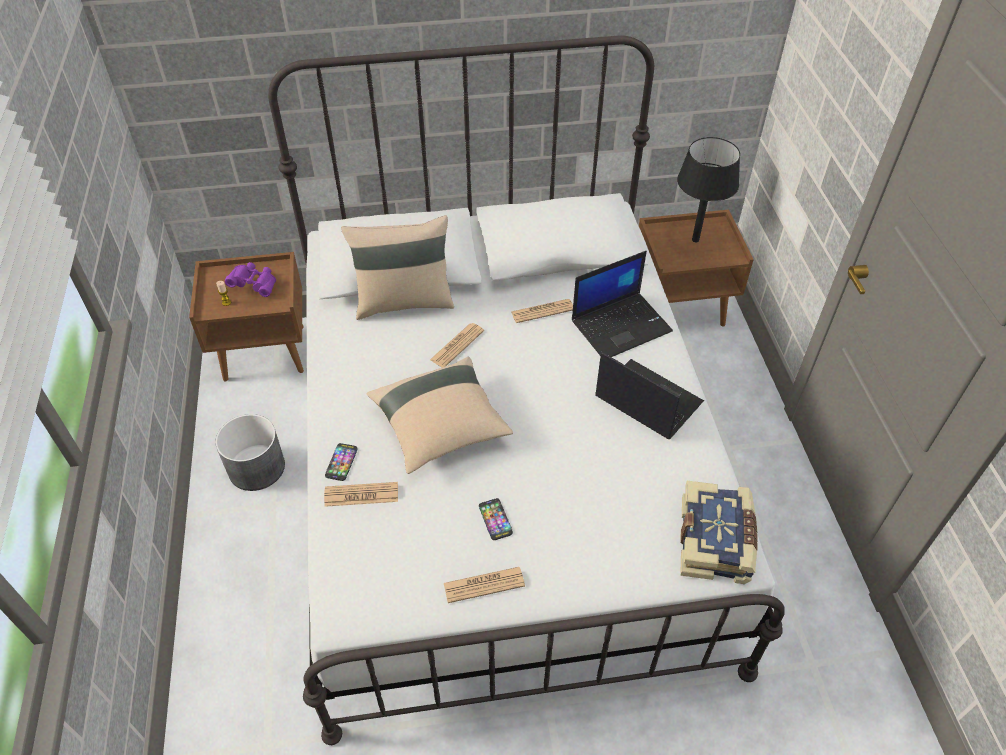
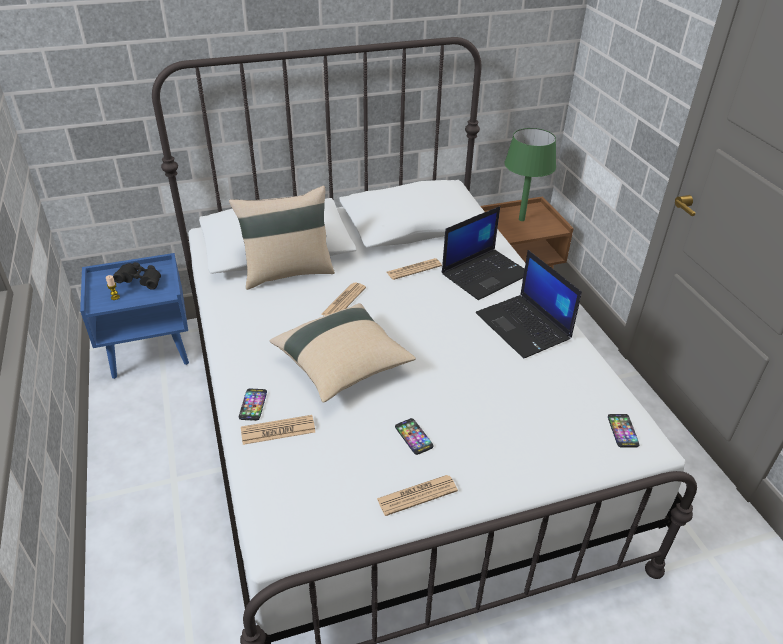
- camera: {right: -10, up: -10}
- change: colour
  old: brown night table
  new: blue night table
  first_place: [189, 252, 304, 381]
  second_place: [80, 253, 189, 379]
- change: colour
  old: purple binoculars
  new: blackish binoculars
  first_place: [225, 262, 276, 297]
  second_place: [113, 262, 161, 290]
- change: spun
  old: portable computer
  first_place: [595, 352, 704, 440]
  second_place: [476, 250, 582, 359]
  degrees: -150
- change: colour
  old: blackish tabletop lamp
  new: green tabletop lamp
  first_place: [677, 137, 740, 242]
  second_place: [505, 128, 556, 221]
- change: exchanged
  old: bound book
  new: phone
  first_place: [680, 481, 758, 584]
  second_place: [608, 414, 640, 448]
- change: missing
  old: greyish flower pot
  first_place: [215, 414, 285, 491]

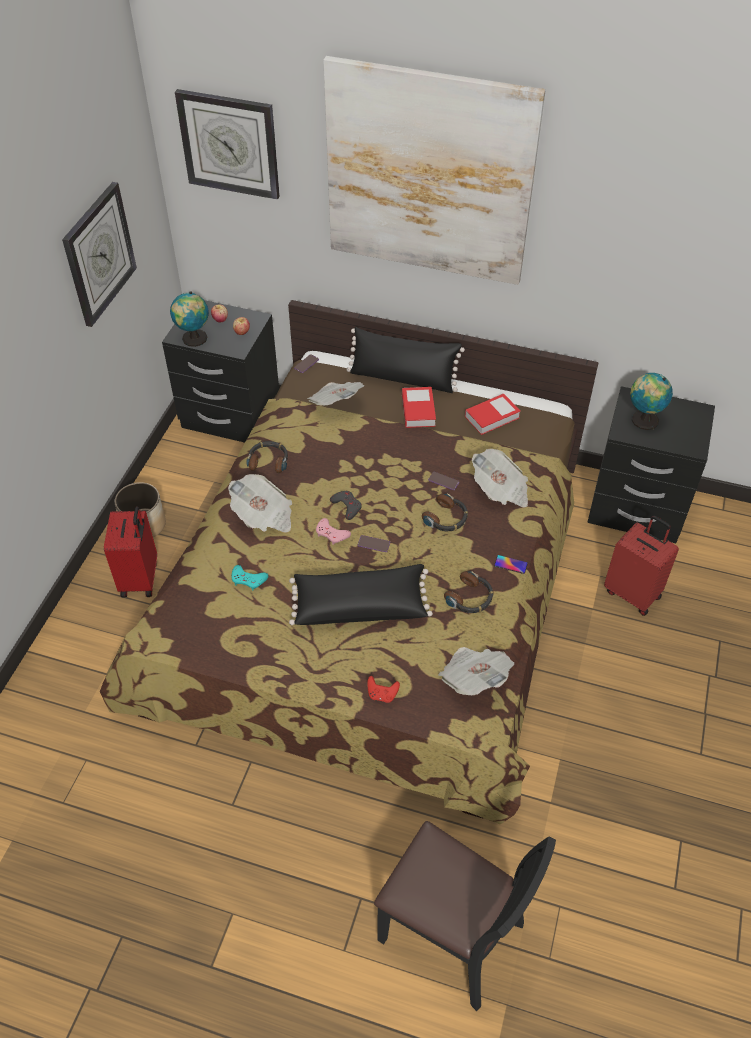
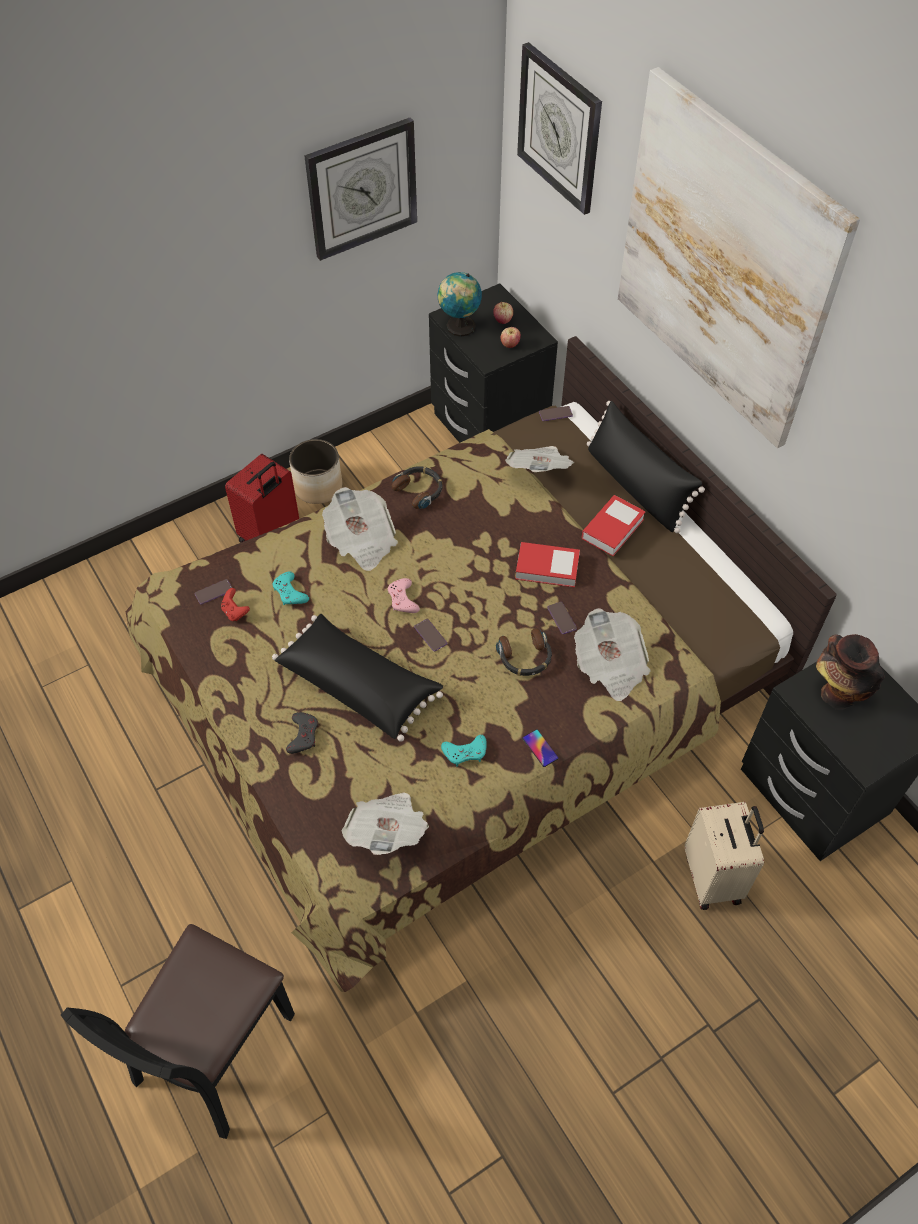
- camera: {right: 40, up: 5}
- change: spun
  old: blackish upright chair
  first_place: [374, 821, 556, 1011]
  second_place: [61, 924, 295, 1139]
  degrees: 45
- change: appeared
  new: phone
  second_place: [195, 579, 232, 604]
- change: relocated
  old: red-coloured joypad
  first_place: [367, 676, 400, 703]
  second_place: [221, 588, 250, 621]
- change: relocated
  old: greyish joypad
  first_place: [330, 491, 362, 520]
  second_place: [286, 712, 318, 754]
- change: exchanged
  old: headset
  new: turquoise-coloured joypad
  first_place: [444, 571, 493, 613]
  second_place: [441, 735, 487, 766]
- change: relocated
  old: bound book
  first_place: [465, 394, 520, 435]
  second_place: [515, 542, 580, 588]
- change: colour
  old: red-coloured suitcase
  new: beige-coloured suitcase
  first_place: [604, 516, 679, 616]
  second_place: [685, 802, 764, 910]
- change: exchanged
  old: world globe
  new: vase
  first_place: [630, 373, 673, 430]
  second_place: [816, 634, 884, 710]

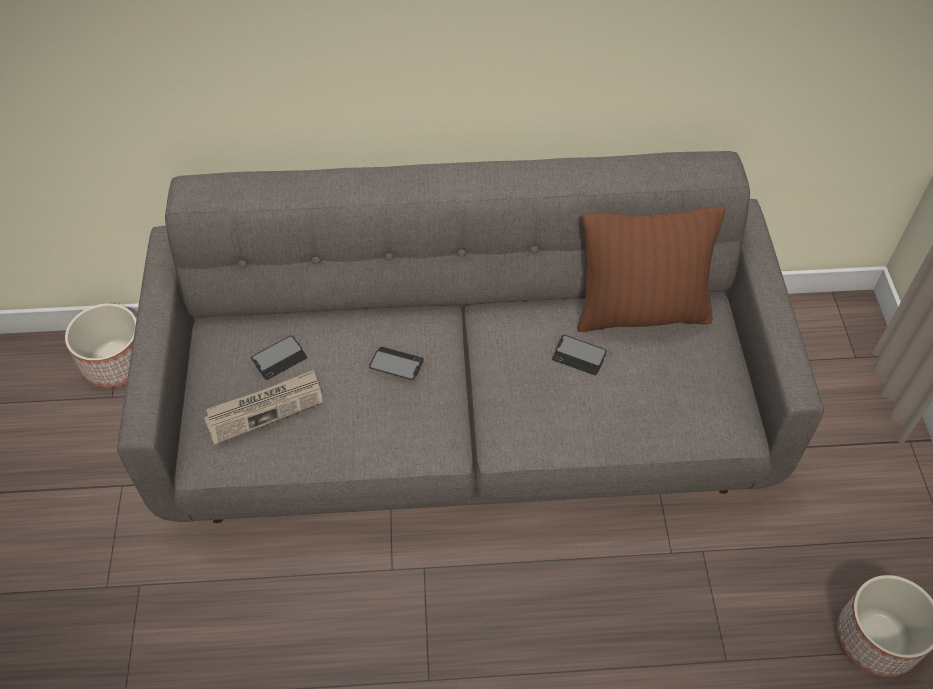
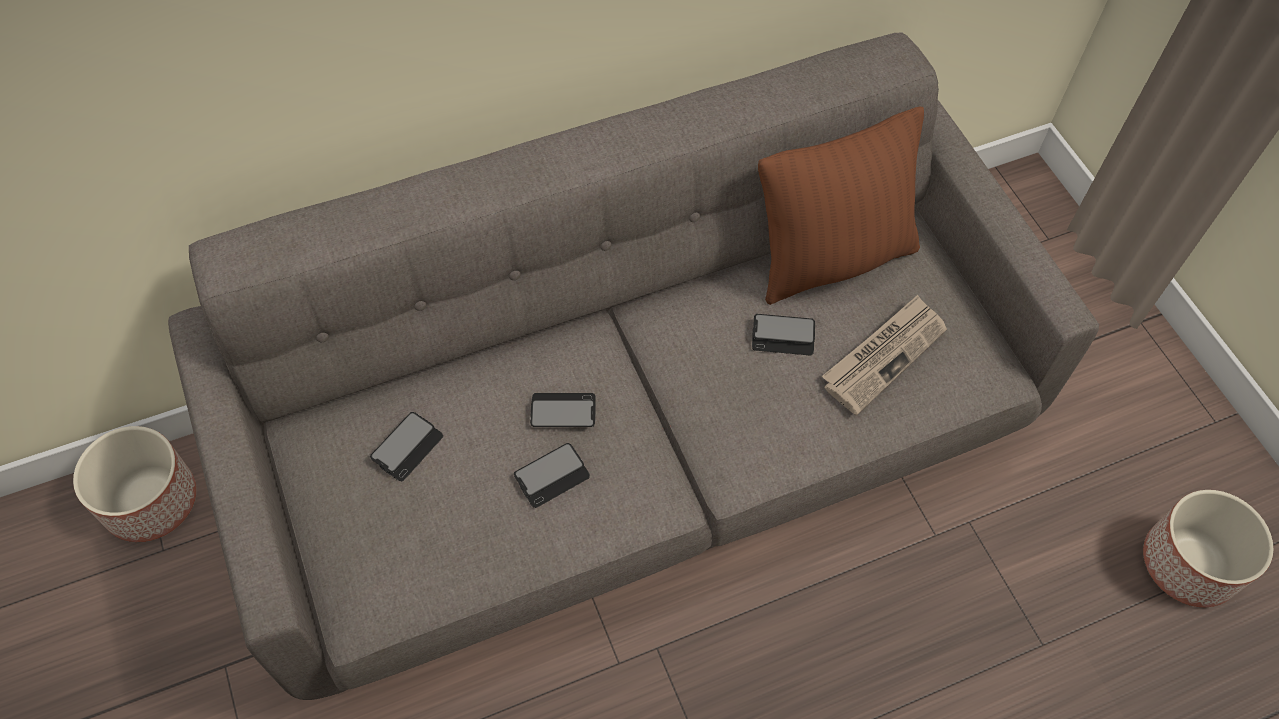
- camera: {right: -20, up: 5}
- change: appeared
  new: phone
  second_place: [514, 443, 590, 508]
- change: relocated
  old: daily paper
  first_place: [204, 370, 323, 445]
  second_place: [822, 295, 947, 415]

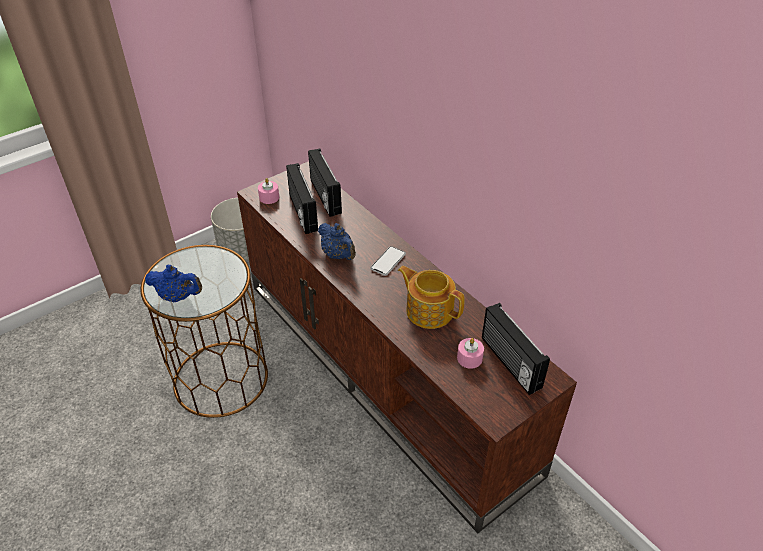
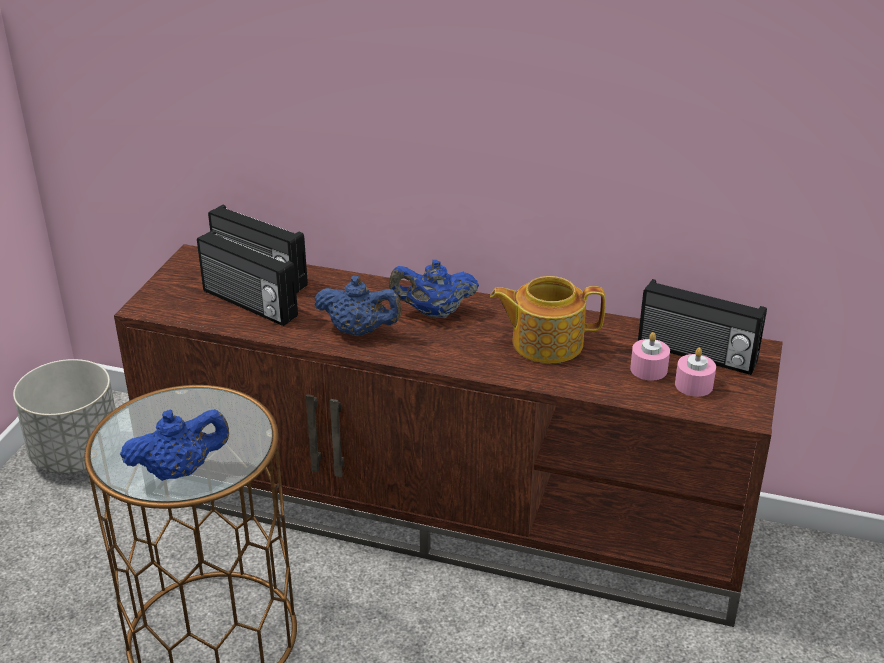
- camera: {right: -35, up: -10}
- change: exchanged
  old: phone
  new: blue pot for tea
  first_place: [370, 246, 406, 276]
  second_place: [389, 260, 479, 318]
- change: relocated
  old: pink candle
  first_place: [258, 178, 279, 204]
  second_place: [675, 348, 716, 397]

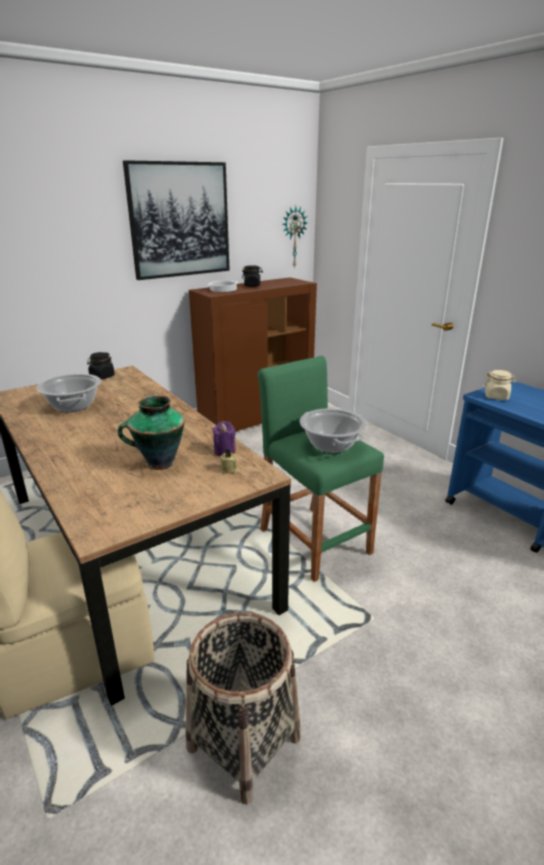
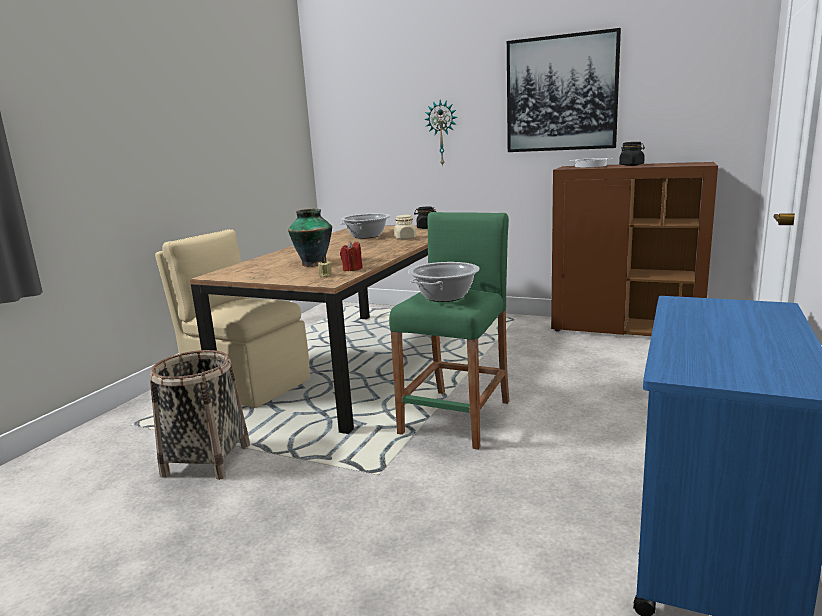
- camera: {right: 60, up: -10}
- change: colour
  old: purple candle
  new: red-coloured candle
  first_place: [212, 421, 236, 456]
  second_place: [340, 241, 363, 271]
- change: relocated
  old: beige-coloured jar
  first_place: [483, 370, 516, 400]
  second_place: [394, 215, 416, 239]
- change: relocated
  old: clock on the wall
  first_place: [282, 206, 308, 268]
  second_place: [424, 100, 457, 167]

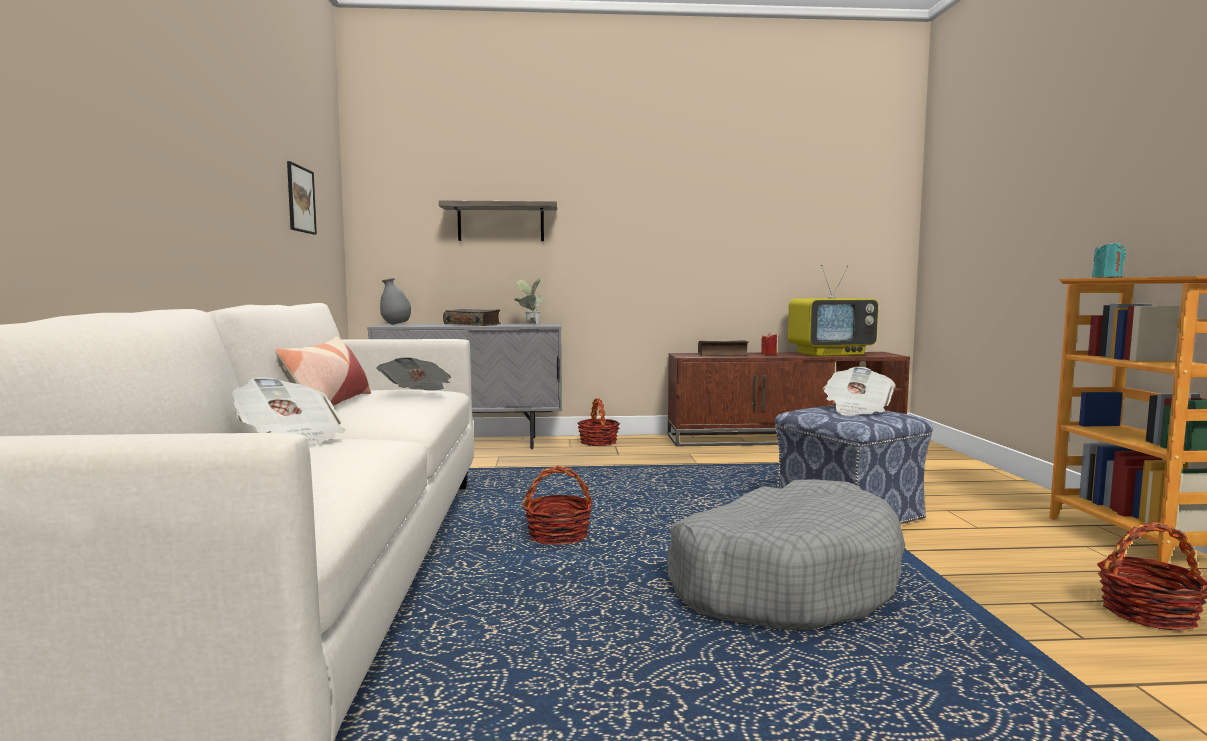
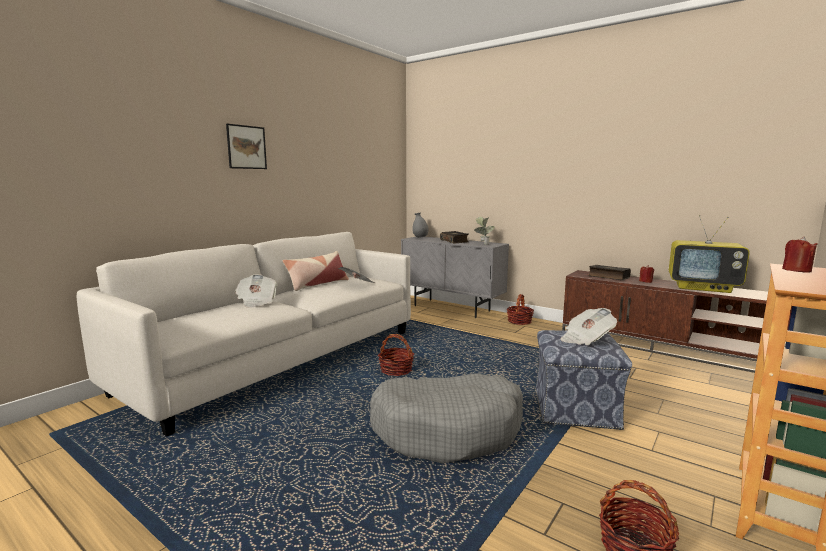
- camera: {right: 40, up: 5}
- change: relocated
  old: wall picture
  first_place: [287, 161, 317, 235]
  second_place: [226, 124, 267, 169]
- change: colour
  old: turquoise-coloured candle
  new: red-coloured candle
  first_place: [1092, 241, 1126, 278]
  second_place: [782, 237, 818, 273]
- change: missing
  old: wall shelf
  first_place: [439, 200, 557, 241]

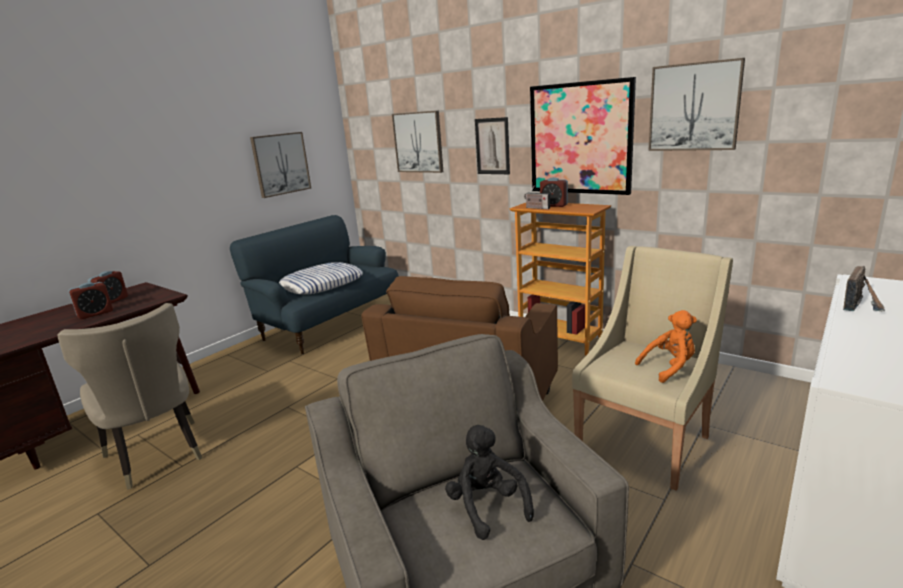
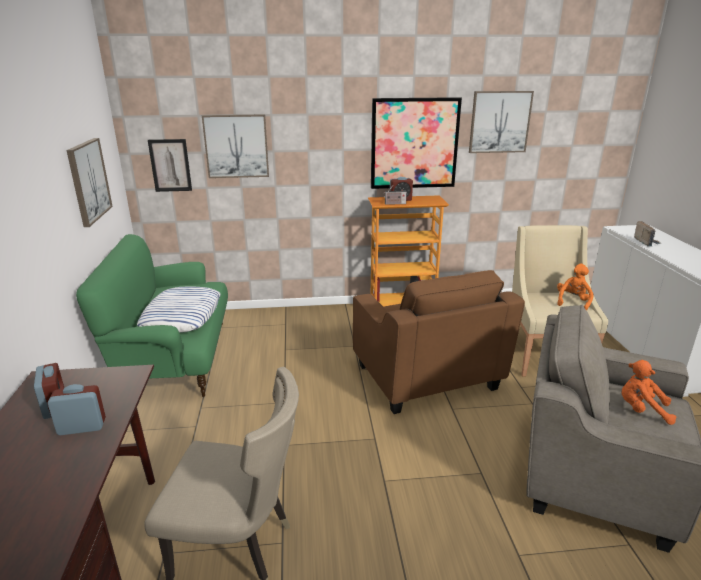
- camera: {right: -45, up: 5}
- change: spun
  old: table clock
  first_place: [68, 282, 113, 319]
  second_place: [48, 384, 106, 435]
  degrees: -105
- change: colour
  old: blue settee
  new: green settee
  first_place: [230, 215, 399, 355]
  second_place: [76, 234, 228, 397]
- change: relocated
  old: wall picture
  first_place: [475, 117, 510, 174]
  second_place: [148, 139, 192, 192]
- change: colour
  old: blackish soft toy
  new: orangey soft toy
  first_place: [445, 425, 534, 540]
  second_place: [622, 360, 676, 425]

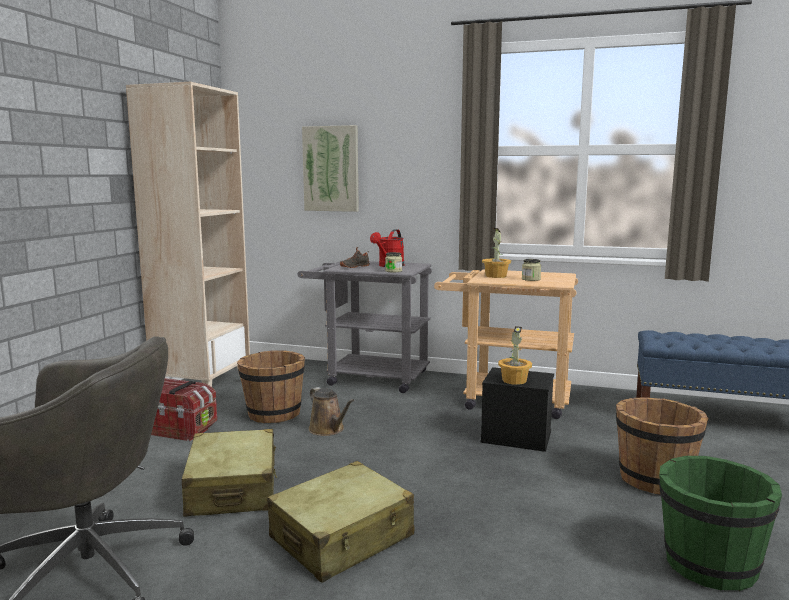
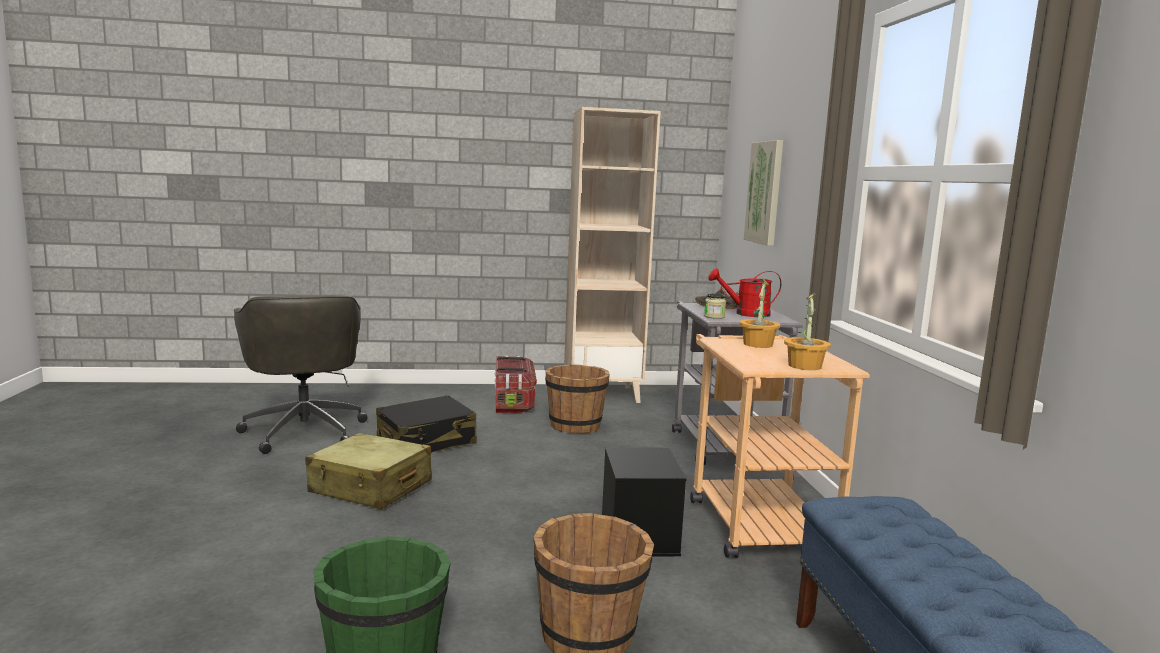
- camera: {right: 65, up: 0}
- change: colour
  old: beige-coloured suitcase
  new: blackish suitcase
  first_place: [182, 429, 277, 516]
  second_place: [376, 395, 477, 453]
- change: relocated
  old: houseplant
  first_place: [498, 326, 532, 385]
  second_place: [784, 293, 831, 370]
- change: missing
  old: brown watering can
  first_place: [309, 387, 354, 436]
- change: missing
  old: jar
  first_place: [522, 259, 541, 281]

